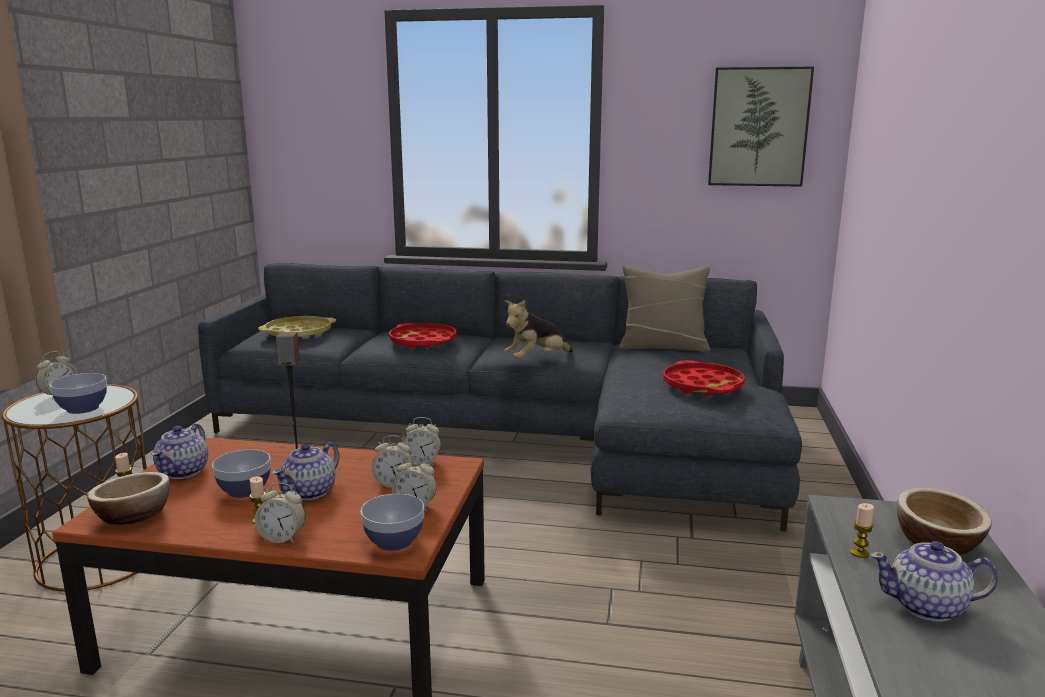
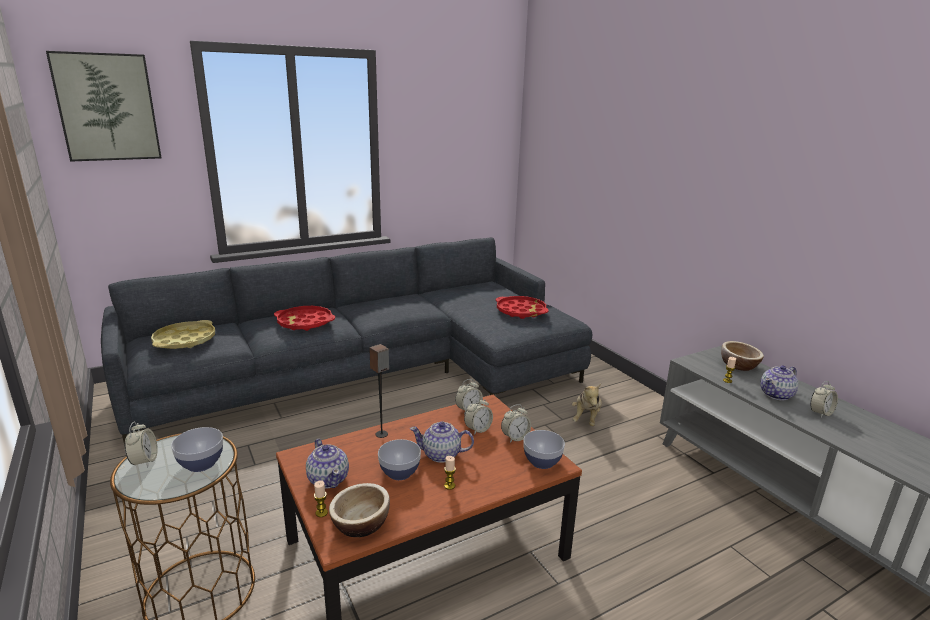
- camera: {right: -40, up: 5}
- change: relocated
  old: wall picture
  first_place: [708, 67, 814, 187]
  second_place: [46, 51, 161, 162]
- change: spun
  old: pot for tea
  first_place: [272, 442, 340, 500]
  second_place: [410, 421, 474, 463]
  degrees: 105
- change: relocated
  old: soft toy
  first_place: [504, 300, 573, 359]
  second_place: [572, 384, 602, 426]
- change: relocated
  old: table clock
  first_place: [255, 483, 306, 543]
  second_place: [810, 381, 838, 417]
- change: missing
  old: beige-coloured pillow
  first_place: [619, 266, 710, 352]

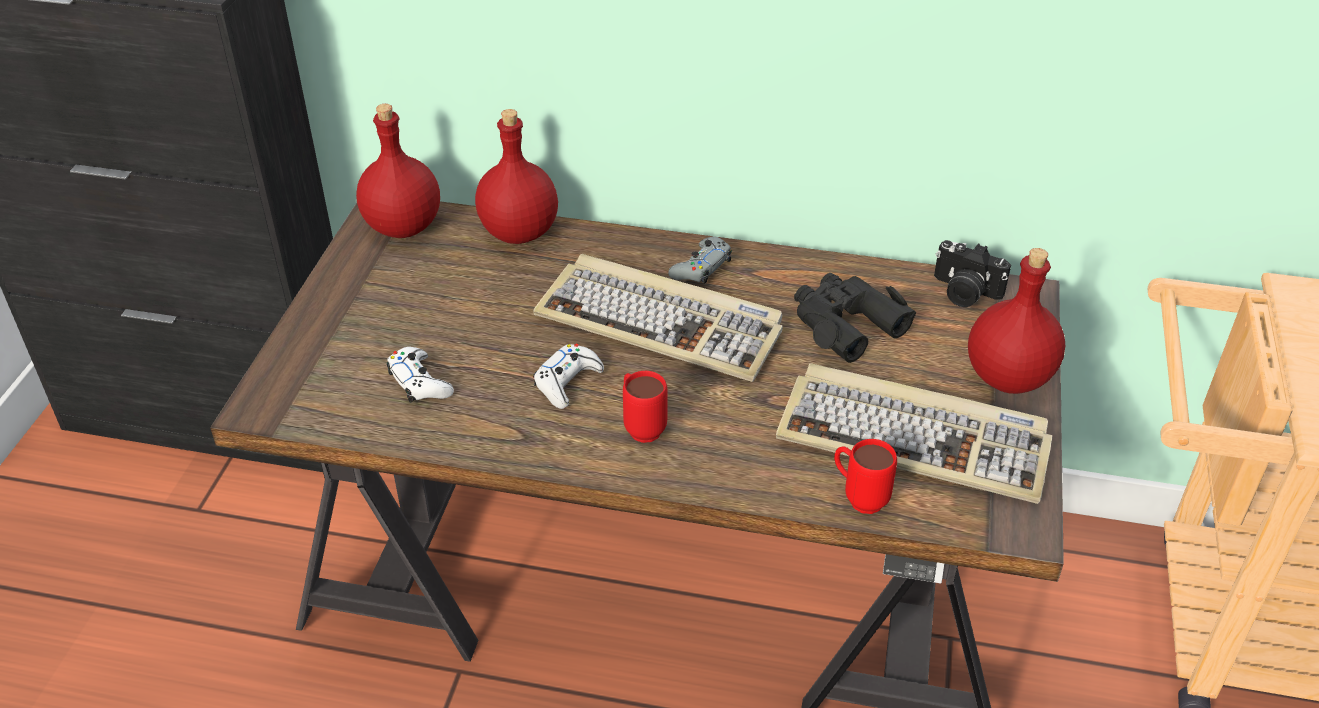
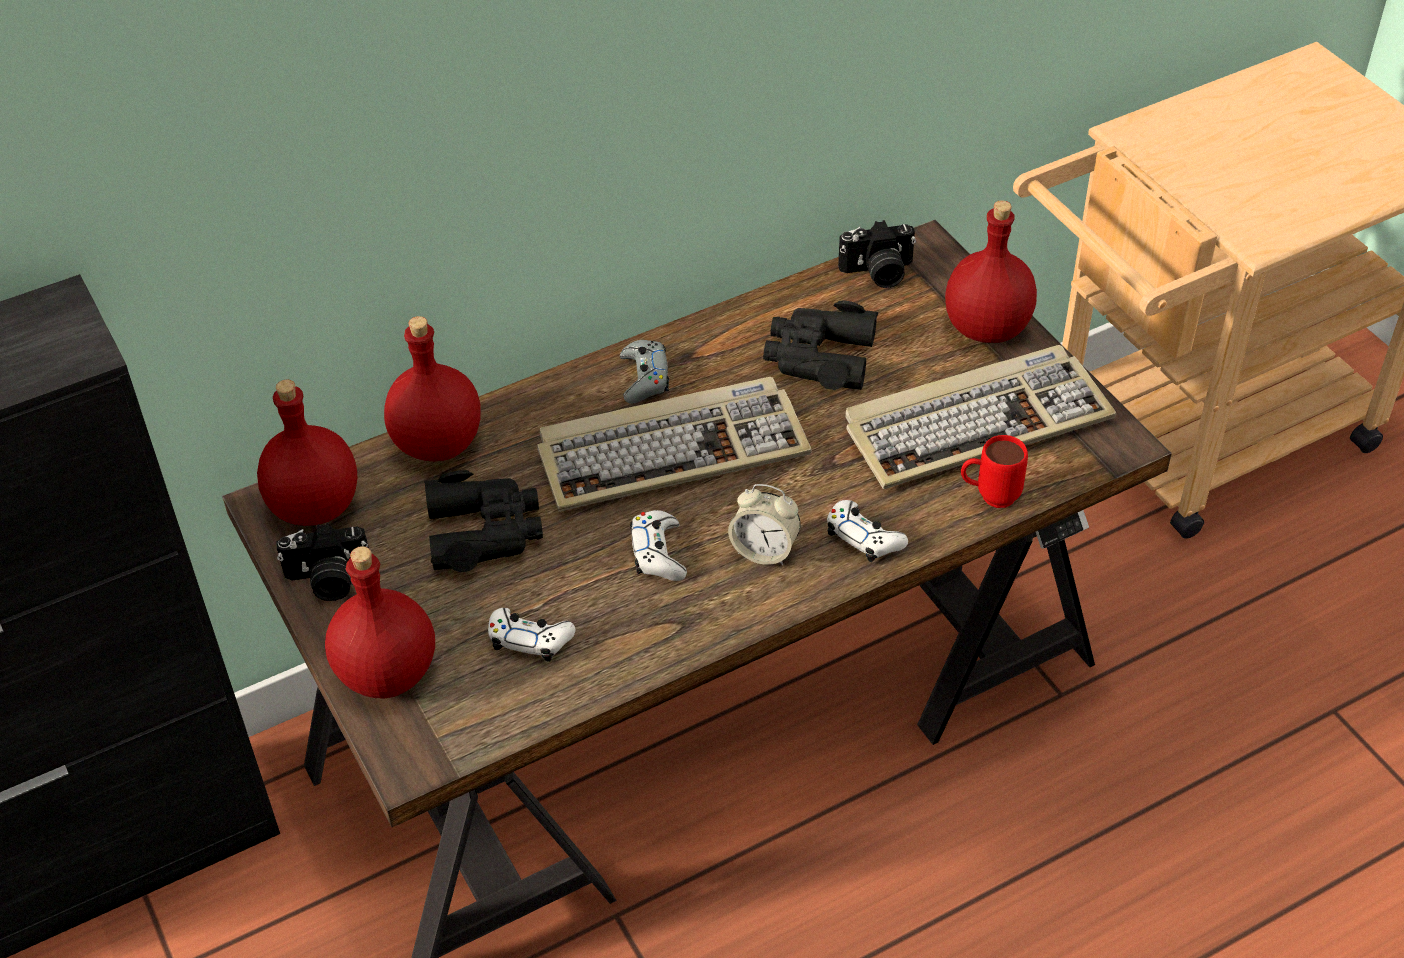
- camera: {right: -40, up: 5}
- change: appeared
  new: still camera
  second_place: [276, 523, 369, 601]
- change: appeared
  new: red-coloured bottle
  second_place: [325, 546, 435, 699]
- change: appeared
  new: blackish binoculars
  second_place: [424, 470, 543, 572]
- change: exchanged
  old: red-coloured mug
  new: table clock
  first_place: [623, 371, 668, 443]
  second_place: [728, 484, 801, 565]
- change: appeared
  new: white joypad
  second_place: [827, 500, 908, 562]

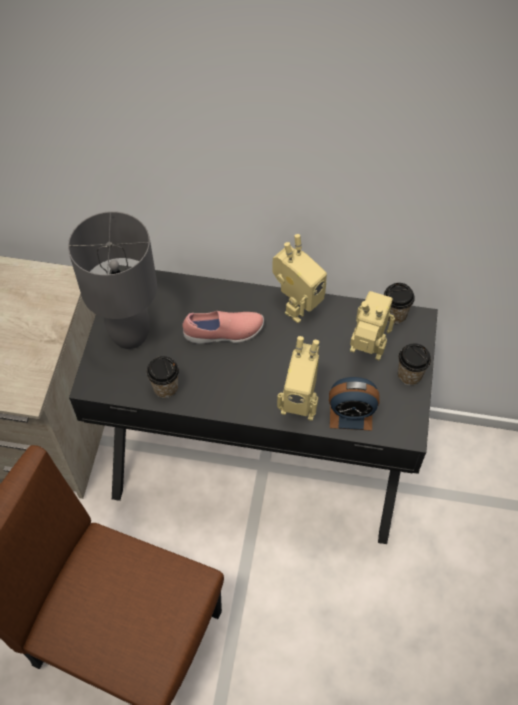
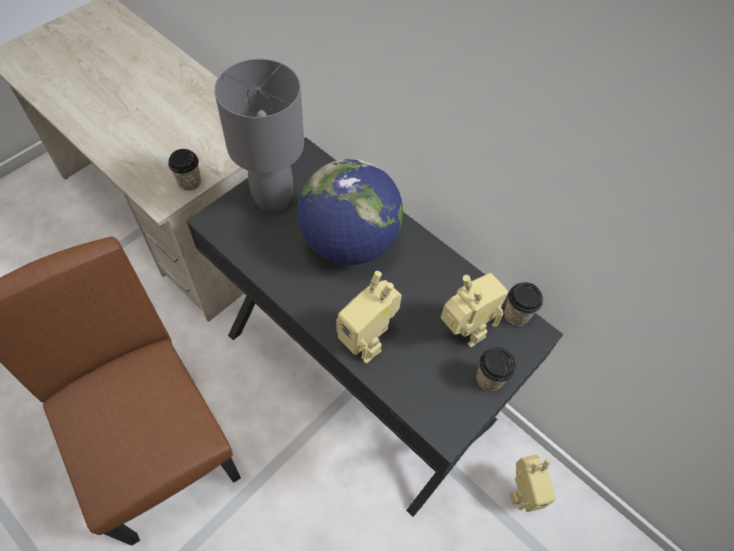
- camera: {right: 30, up: 0}
- change: relocated
  old: small cup
  first_place: [146, 356, 179, 398]
  second_place: [168, 149, 201, 191]
- change: exchanged
  old: pink shoe
  new: world globe
  first_place: [182, 311, 264, 344]
  second_place: [298, 159, 403, 265]
- change: relocated
  old: toy robot
  first_place: [272, 234, 327, 323]
  second_place: [509, 454, 556, 512]
- change: missing
  old: table clock
  first_place: [329, 377, 379, 431]

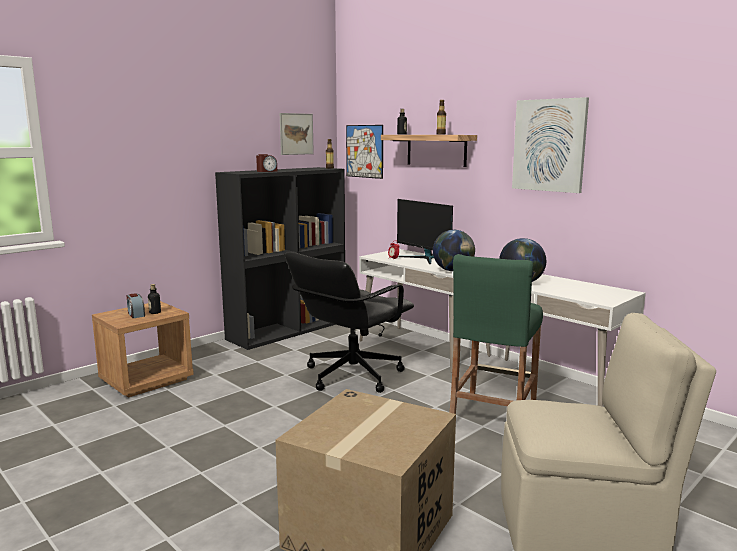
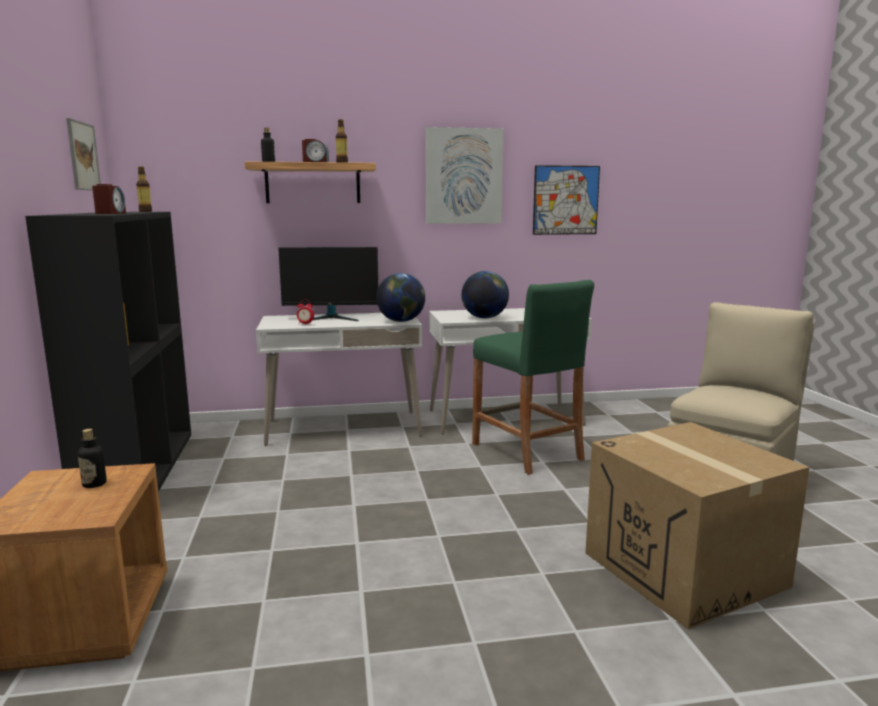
- camera: {right: -55, up: 0}
- change: relocated
  old: table clock
  first_place: [127, 293, 145, 318]
  second_place: [302, 139, 329, 162]
- change: relocated
  old: wall picture
  first_place: [346, 125, 383, 179]
  second_place: [533, 165, 600, 235]
- change: missing
  old: blackish office chair
  first_place: [285, 252, 414, 393]

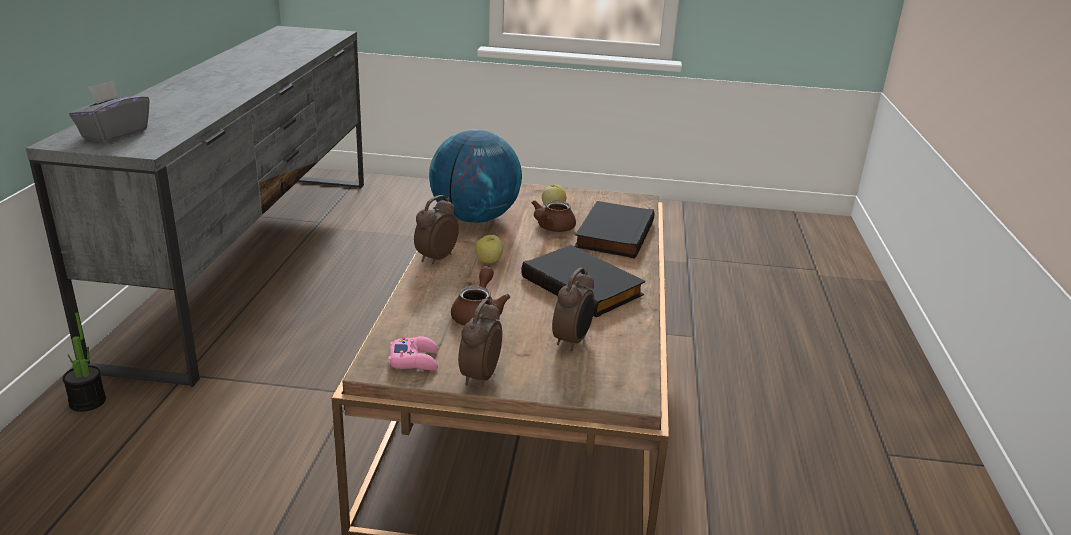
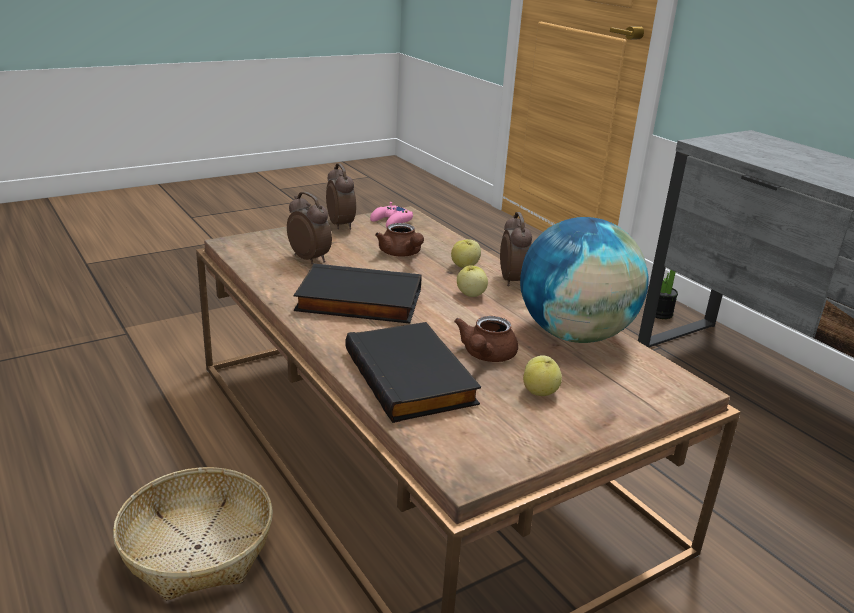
- camera: {right: 140, up: 0}
- change: appeared
  new: storage basket
  second_place: [113, 467, 273, 601]
- change: spun
  old: table clock
  first_place: [552, 267, 595, 351]
  second_place: [287, 192, 332, 264]
  degrees: 150
- change: appeared
  new: apple fruit
  second_place: [451, 239, 481, 268]
- change: spun
  old: brown pot for tea
  first_place: [531, 200, 576, 232]
  second_place: [454, 316, 518, 362]
  degrees: -150
- change: missing
  old: greyish tissue box
  first_place: [69, 80, 150, 143]

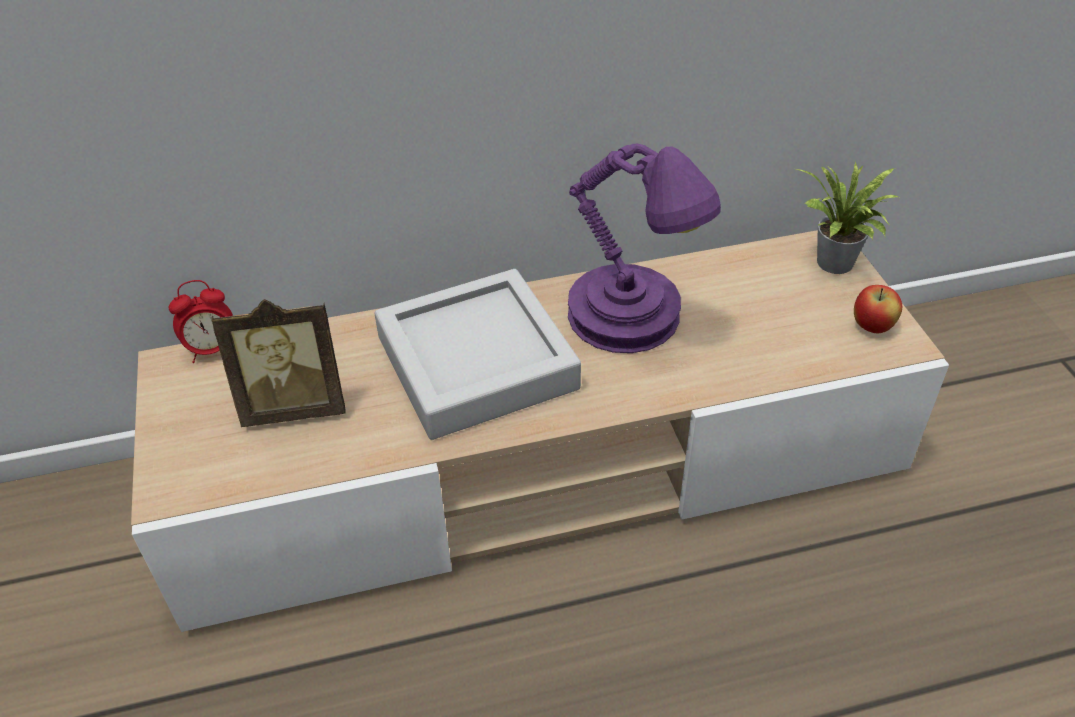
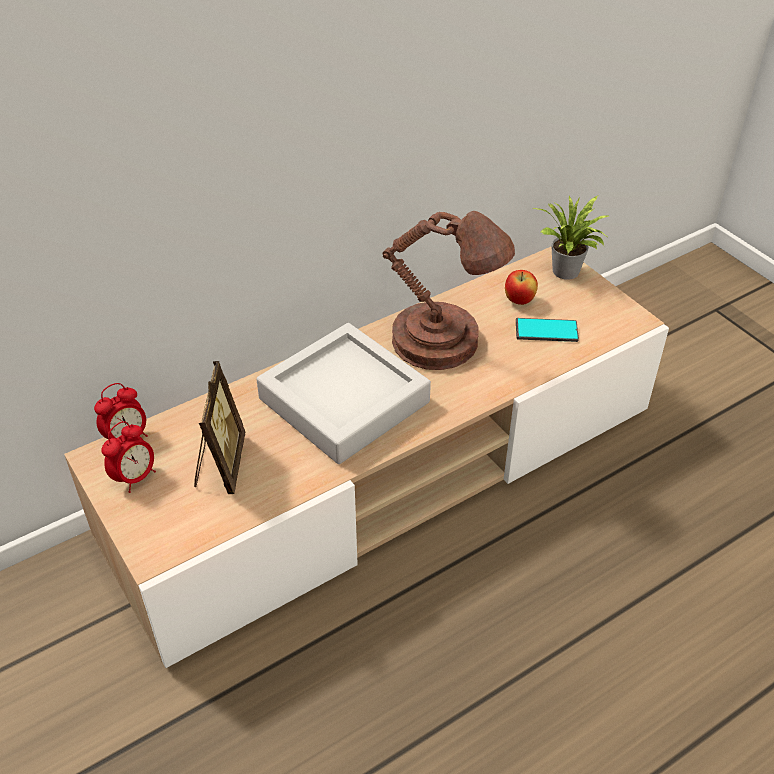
- camera: {right: -20, up: 0}
- change: appeared
  new: table clock
  second_place: [101, 421, 156, 493]
- change: spun
  old: standing frame
  first_place: [211, 299, 346, 427]
  second_place: [194, 361, 245, 494]
  degrees: -60
- change: colour
  old: purple tabletop lamp
  new: brown tabletop lamp
  first_place: [568, 144, 721, 353]
  second_place: [383, 211, 515, 370]
- change: relocated
  old: apple fruit
  first_place: [854, 285, 902, 333]
  second_place: [505, 270, 538, 305]
- change: appeared
  new: phone
  second_place: [516, 318, 579, 342]

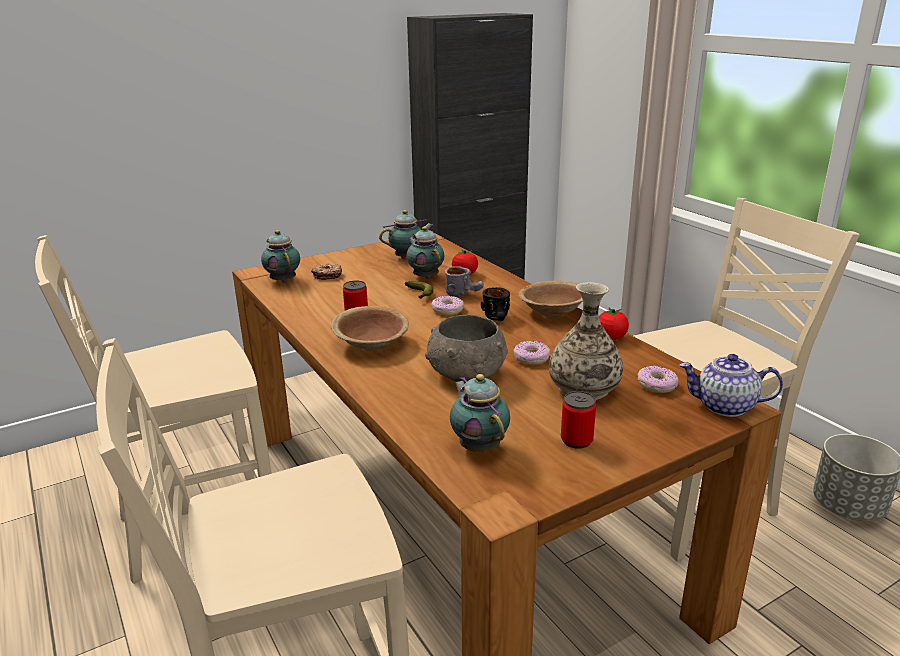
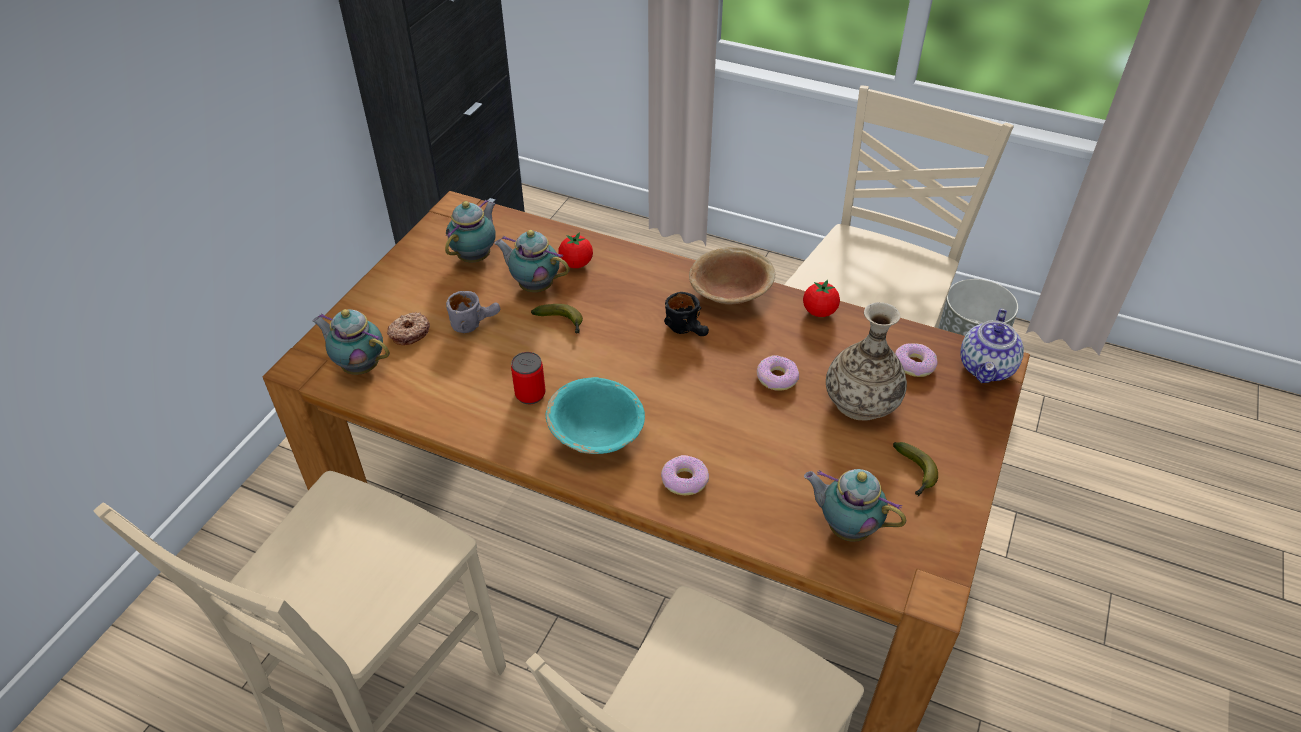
- camera: {right: -35, up: 20}
- change: relocated
  old: greyish mug
  first_place: [445, 266, 484, 297]
  second_place: [446, 291, 500, 333]
- change: colour
  old: brown deep dish
  new: turquoise-coloured deep dish
  first_place: [331, 306, 409, 351]
  second_place: [546, 377, 645, 454]
- change: relocated
  old: doughnut
  first_place: [431, 296, 464, 315]
  second_place: [661, 455, 709, 495]
- change: exchanged
  old: can
  new: whole banana
  first_place: [561, 391, 596, 449]
  second_place: [893, 442, 938, 497]
- change: spun
  old: pot for tea
  first_place: [680, 354, 783, 417]
  second_place: [960, 309, 1024, 383]
  degrees: -45
- change: missing
  old: greyish deep dish
  first_place: [425, 315, 508, 383]

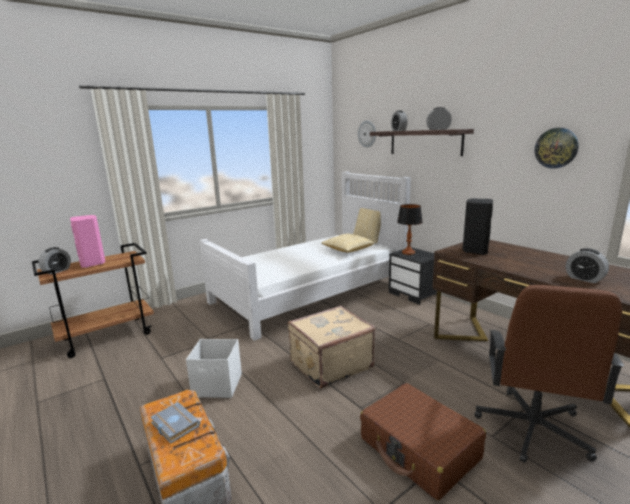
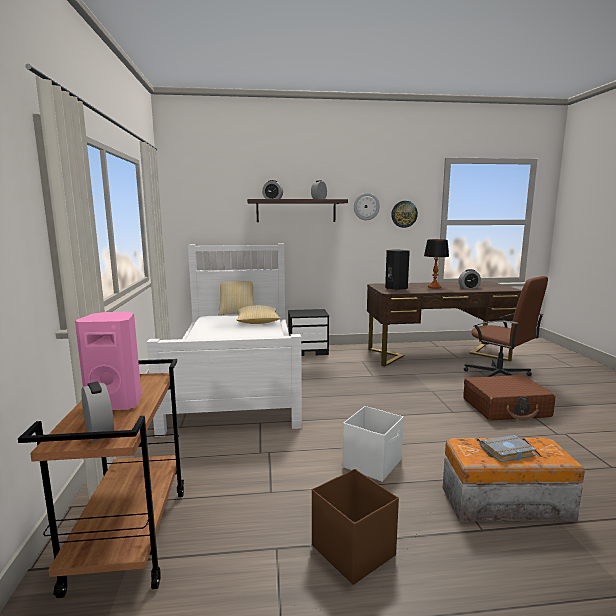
- camera: {right: -60, up: -5}
- change: appeared
  new: brown storage bin
  second_place: [312, 469, 399, 585]
- change: relocated
  old: clock on the wall
  first_place: [358, 120, 376, 147]
  second_place: [354, 193, 380, 220]
- change: relocated
  old: tabletop lamp
  first_place: [397, 204, 423, 255]
  second_place: [424, 239, 449, 288]
- change: missing
  old: beige-coloured suitcase
  first_place: [288, 306, 375, 389]

